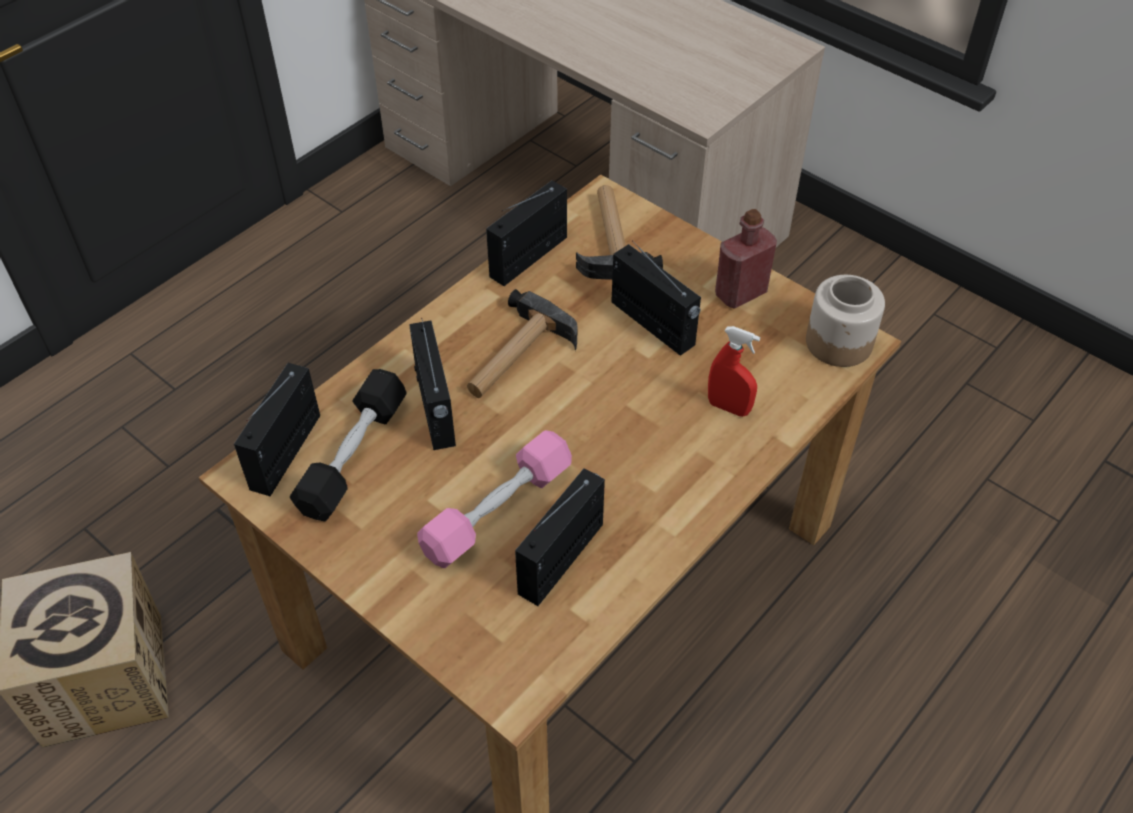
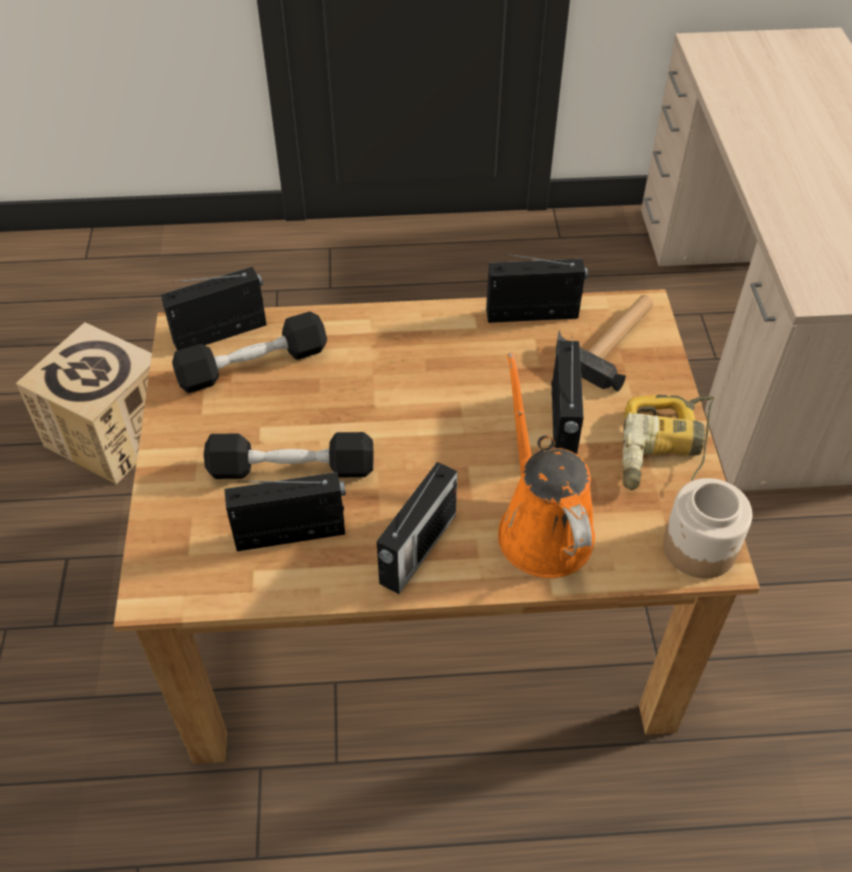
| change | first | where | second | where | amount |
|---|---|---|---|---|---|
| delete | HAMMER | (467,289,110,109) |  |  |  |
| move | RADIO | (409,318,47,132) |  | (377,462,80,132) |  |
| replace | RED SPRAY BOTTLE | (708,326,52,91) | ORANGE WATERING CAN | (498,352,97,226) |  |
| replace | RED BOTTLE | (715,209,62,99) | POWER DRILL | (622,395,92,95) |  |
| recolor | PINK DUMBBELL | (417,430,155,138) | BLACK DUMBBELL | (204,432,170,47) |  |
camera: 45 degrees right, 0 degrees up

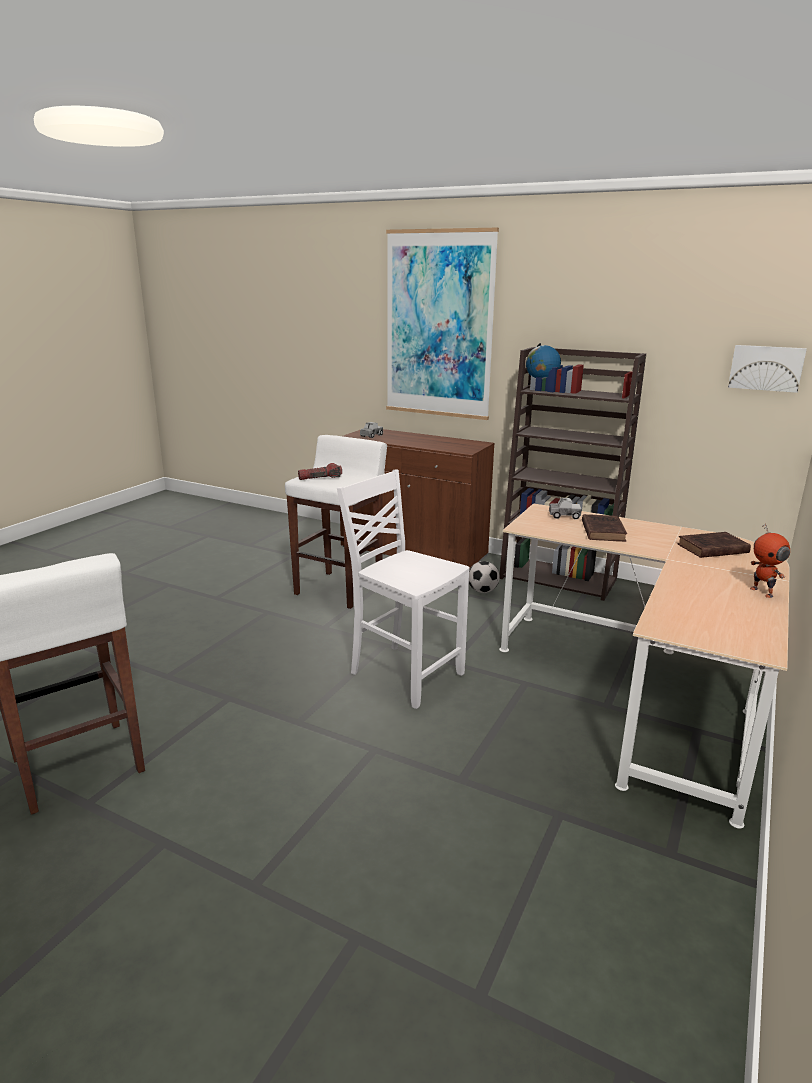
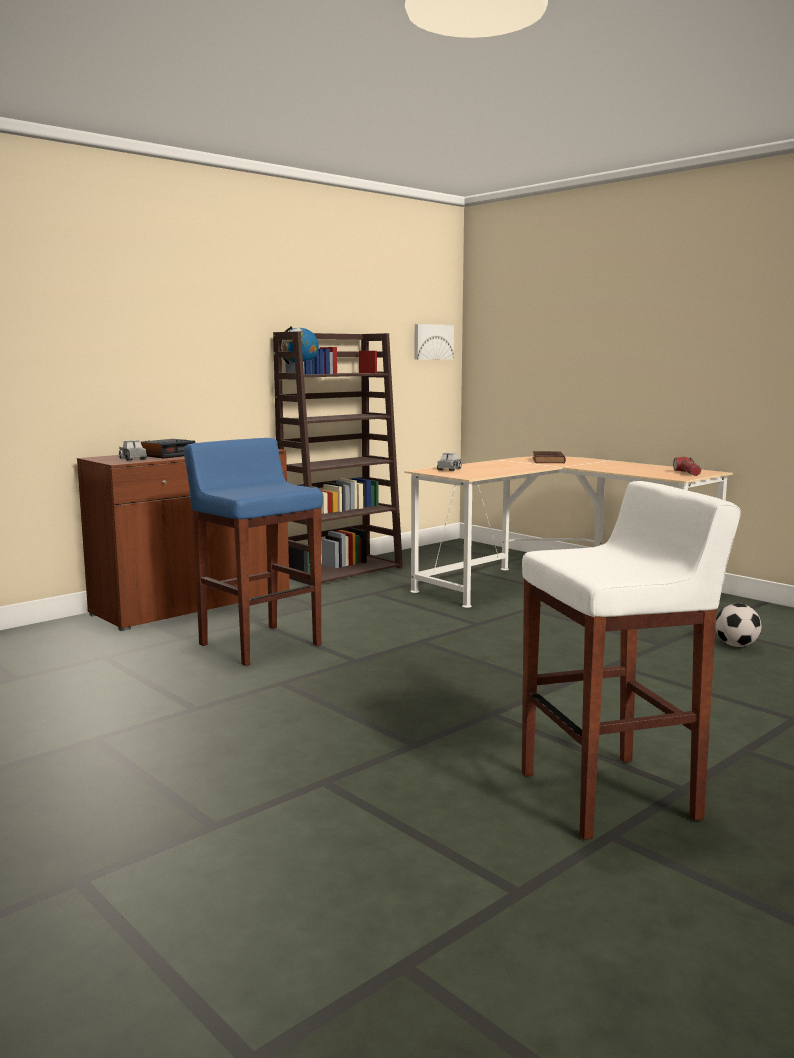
| change | first | where | second | where | amount |
|---|---|---|---|---|---|
| delete | WHITE CHAIR | (337,470,133,239) |  |  |  |
| delete | PICTURE | (386,228,113,192) |  |  |  |
| delete | BROWN BOOK | (582,514,45,28) |  |  |  |
| delete | TOY ROBOT | (750,523,40,75) |  |  |  |
| insert |  |  | ALARM CLOCK | (141,439,55,19) |  |
| move | FLASHLIGHT | (298,463,44,17) |  | (673,457,28,19) |  |
| move | FOOTBALL | (469,561,31,32) |  | (716,603,45,44) |  |
| recolor | WHITE STOOL | (285,435,102,174) | BLUE STOOL | (183,438,140,228) |  |
camera: 70 degrees left, 10 degrees down

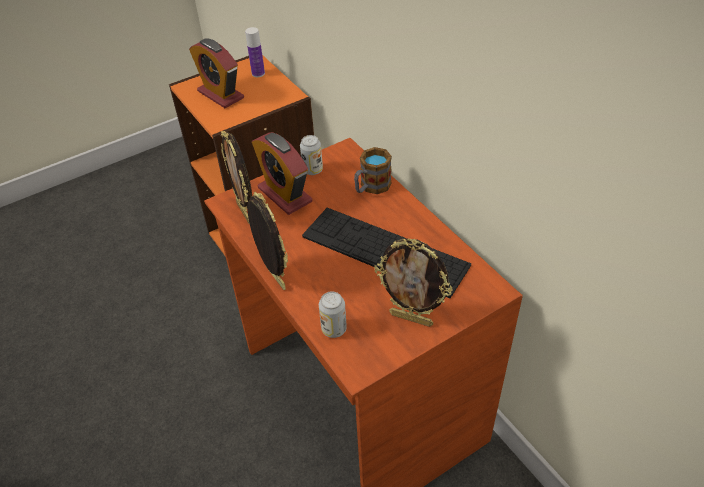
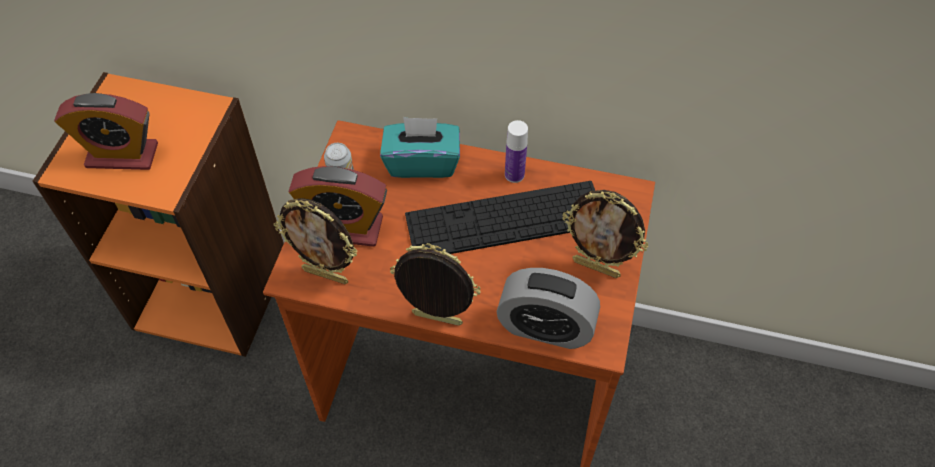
| change | first | where | second | where | amount |
|---|---|---|---|---|---|
| move | BOTTLE | (245,27,20,50) |  | (505,120,23,63) |  |
| replace | CAN | (319,291,28,47) | ALARM CLOCK | (496,268,104,81) |  |
| replace | MUG | (354,147,38,47) | TURQUOISE TISSUE BOX | (380,117,80,61) |  |
| rotate | PICTURE FRAME | (374,238,78,89) |  | (562,190,86,88) | 45 degrees clockwise |
camera: 45 degrees left, 10 degrees up

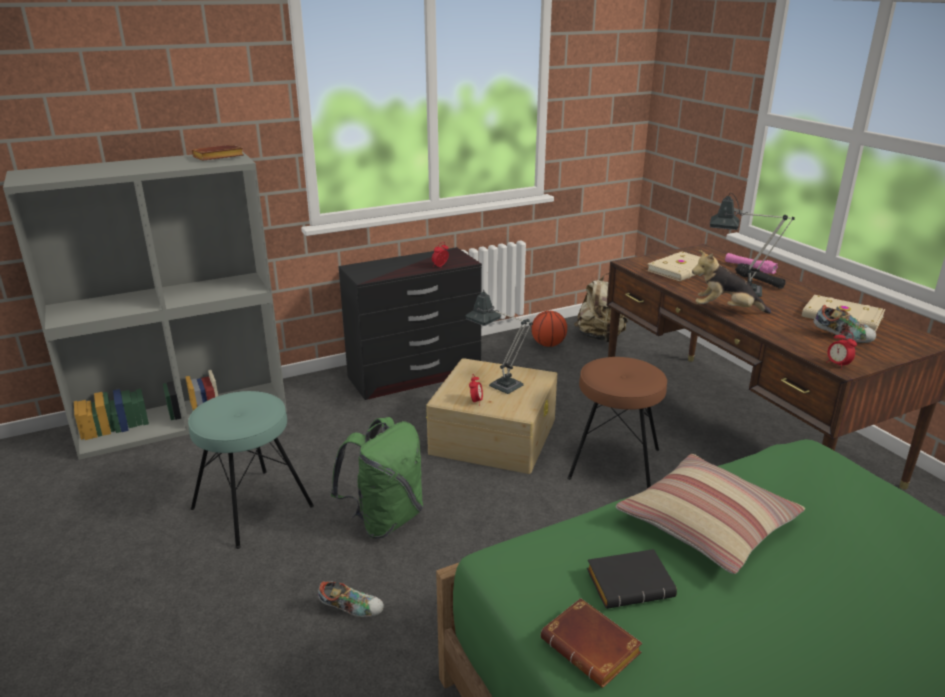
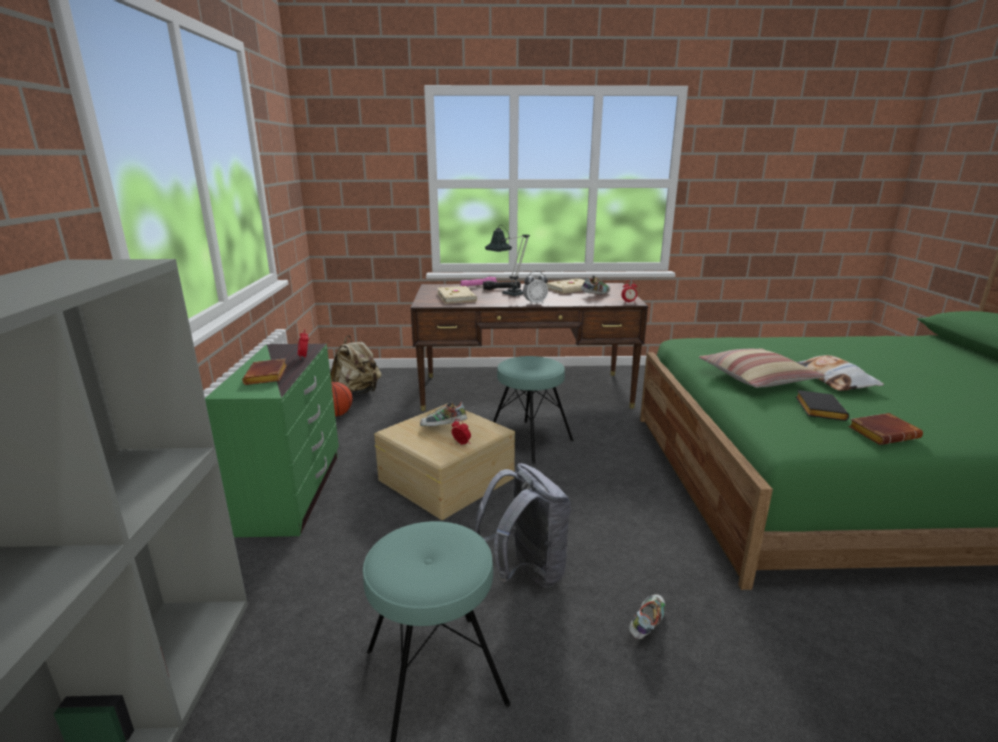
| change | first | where | second | where | amount |
|---|---|---|---|---|---|
| insert |  |  | PILLOW | (797,355,87,36) |  |
| move | BROWN BOOK | (192,145,52,16) |  | (242,358,45,27) |  |
| replace | TABLE LAMP | (465,289,68,105) | SHOE | (420,401,47,25) |  |
| replace | PLUSH TOY | (692,250,79,64) | ALARM CLOCK | (523,271,25,34) |  |
| recolor | GREEN BACKPACK | (330,417,93,122) | GREY BACKPACK | (475,463,96,124) |  |
| recolor | BLACK DRESSER | (338,247,144,153) | GREEN DRESSER | (205,344,134,193) |  |
| recolor | BROWN STOOL | (567,357,100,132) | TURQUOISE STOOL | (493,356,81,108) |  |
camera: 65 degrees left, 5 degrees down

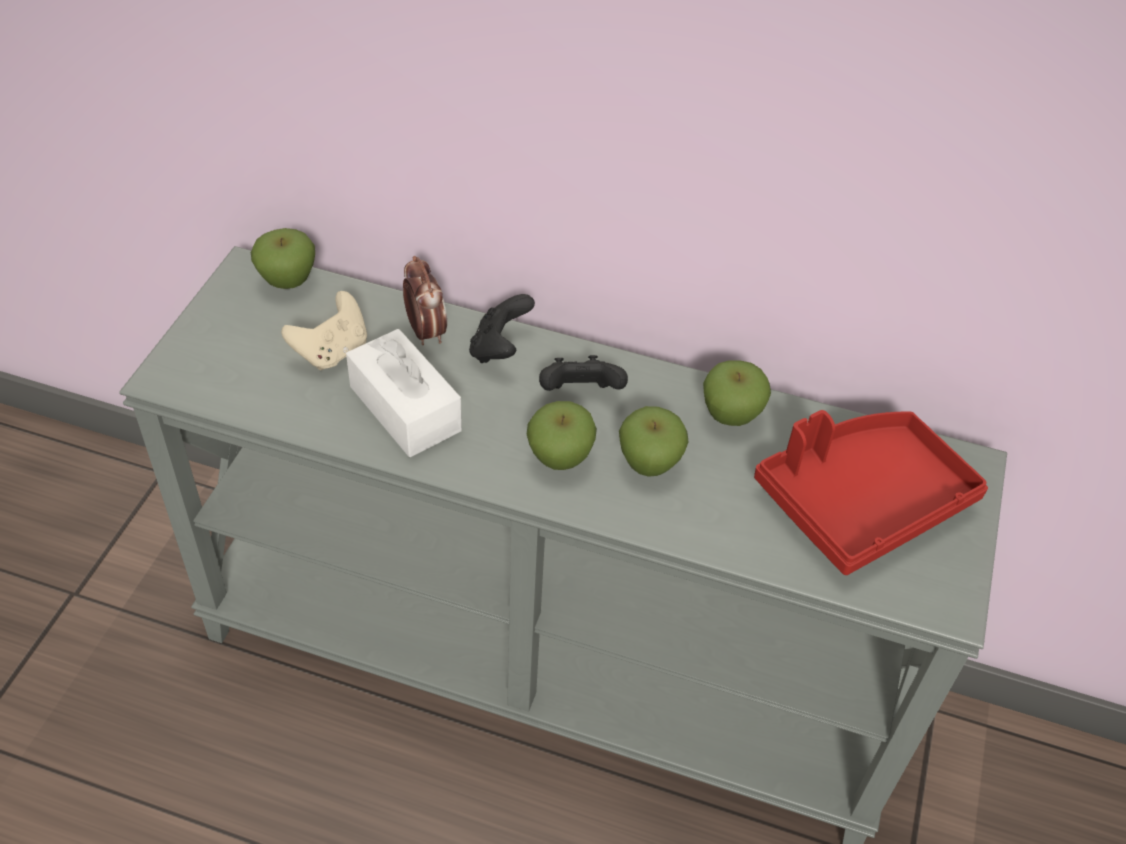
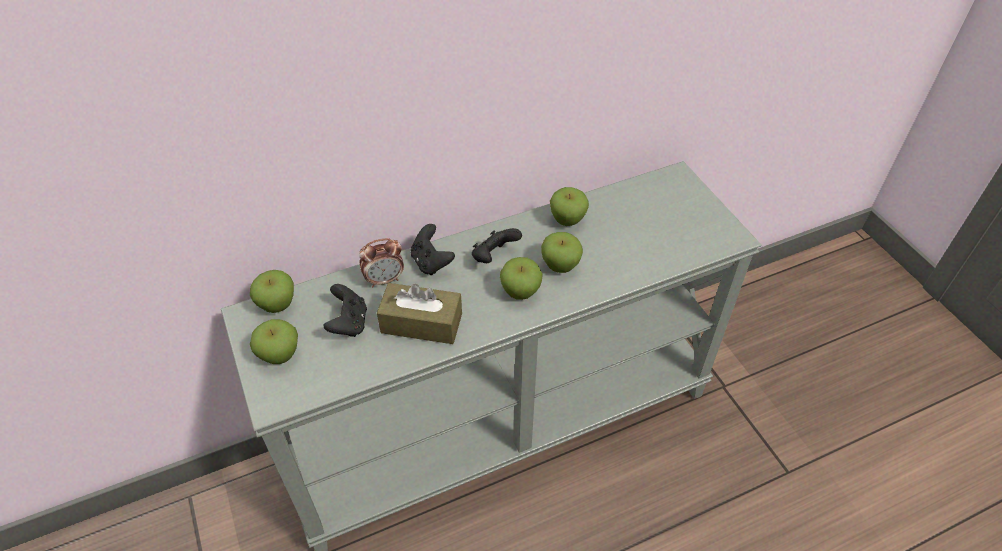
| change | first | where | second | where | amount |
|---|---|---|---|---|---|
| delete | RED TRAY | (754,410,234,165) |  |  |  |
| insert |  |  | APPLE | (250,319,48,45) |  |
| recolor | BEIGE GAME CONTROLLER | (281,291,86,79) | BLACK GAME CONTROLLER | (323,284,44,53) |  |
| recolor | WHITE TISSUE BOX | (346,329,116,128) | BROWN TISSUE BOX | (377,283,85,61) |  |
| rotate | ALARM CLOCK | (403,256,44,89) |  | (359,238,45,49) | 135 degrees clockwise |
camera: 40 degrees left, 0 degrees up

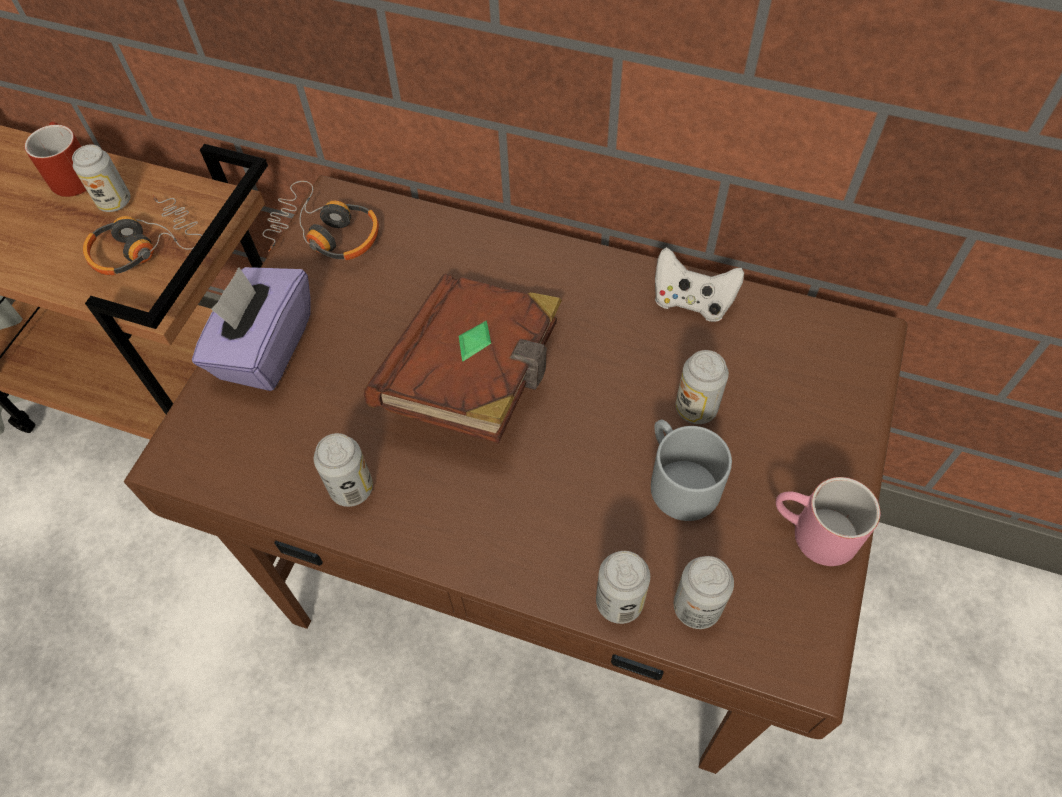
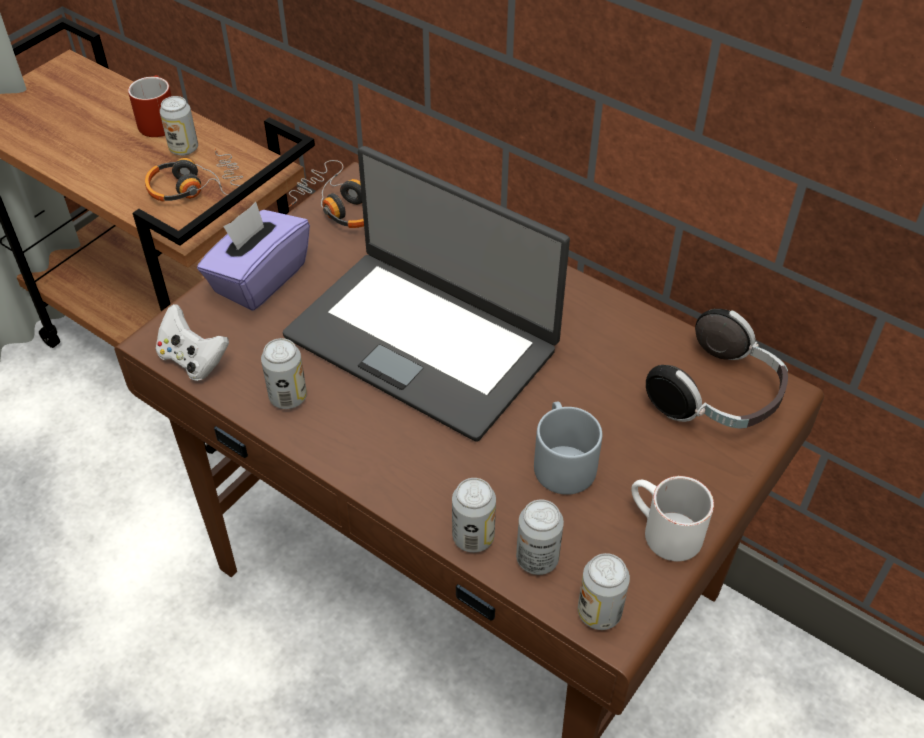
| change | first | where | second | where | amount |
|---|---|---|---|---|---|
| insert |  |  | HEADPHONES | (646,309,142,120) |  |
| move | WHITE GAME CONTROLLER | (655,247,89,75) |  | (156,304,73,77) |  |
| move | CAN | (676,350,53,74) |  | (578,553,52,77) |  |
| replace | BROWN BOOK | (364,273,198,171) | LAPTOP | (283,146,287,296) |  |
| recolor | PINK MUG | (776,477,104,89) | WHITE MUG | (631,476,83,85) |  |
camera: 15 degrees right, 10 degrees down

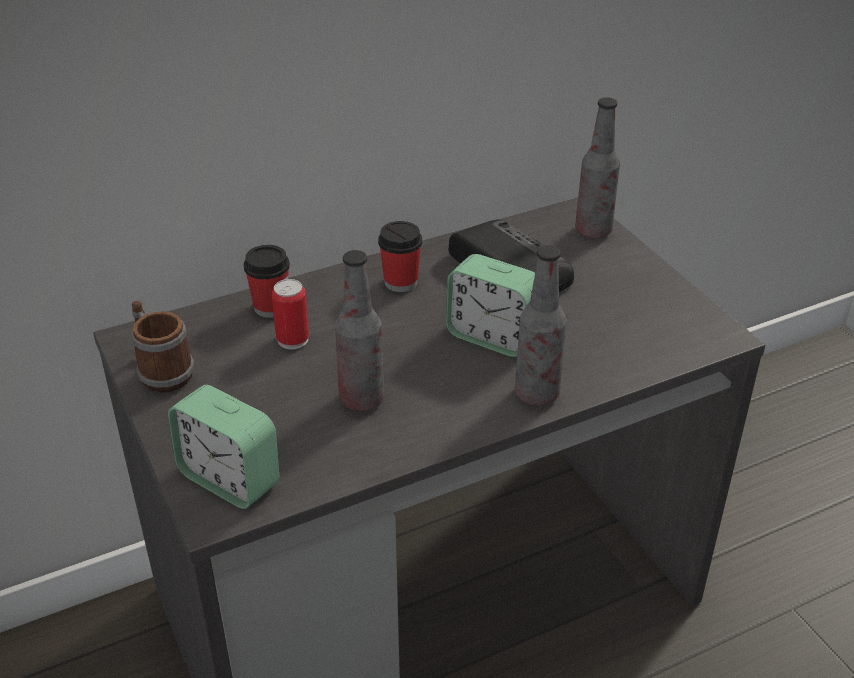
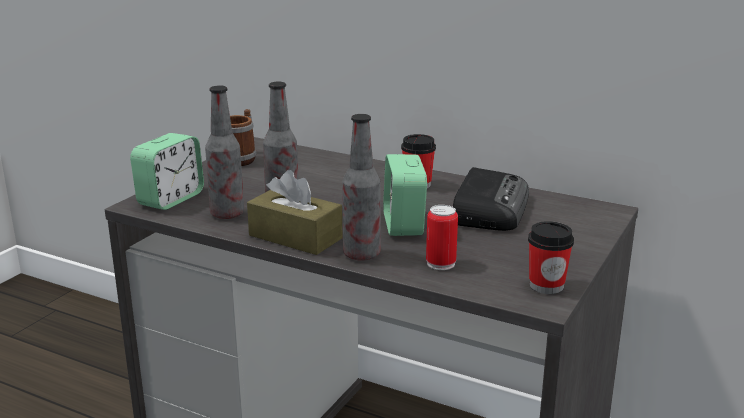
| change | first | where | second | where | amount |
|---|---|---|---|---|---|
| insert |  |  | BROWN TISSUE BOX | (247,170,95,85) |  |
| move | CUP | (244,245,46,73) |  | (528,221,46,73) |  |
| move | CAN | (272,279,37,70) |  | (426,205,32,65) |  |
| move | BOTTLE | (575,97,45,141) |  | (205,85,39,134) |  |
| rotate | ALARM CLOCK | (168,385,111,124) |  | (130,133,74,77) | 150 degrees counterclockwise |
camera: 55 degrees right, 15 degrees down

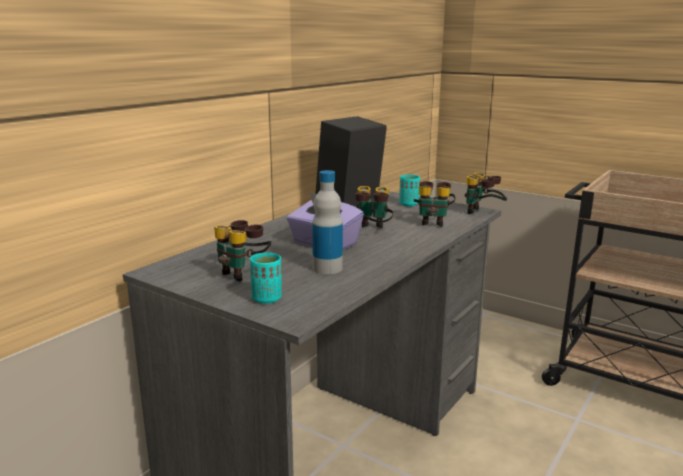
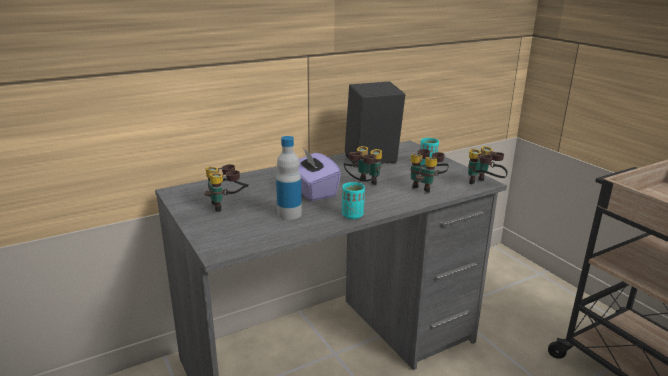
| change | first | where | second | where | amount |
|---|---|---|---|---|---|
| move | TURQUOISE CUP | (250,253,32,51) |  | (342,182,23,37) |  |
camera: 25 degrees right, 5 degrees up

